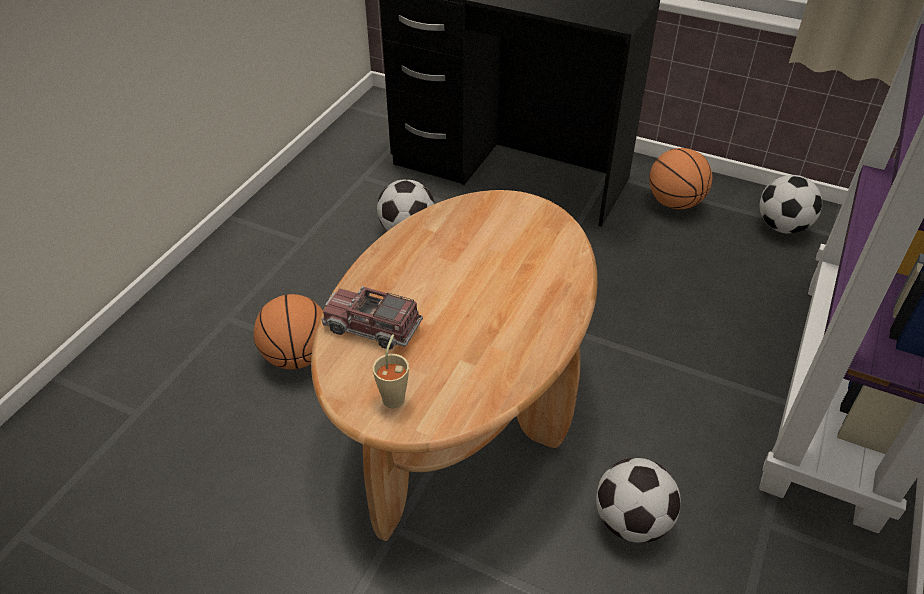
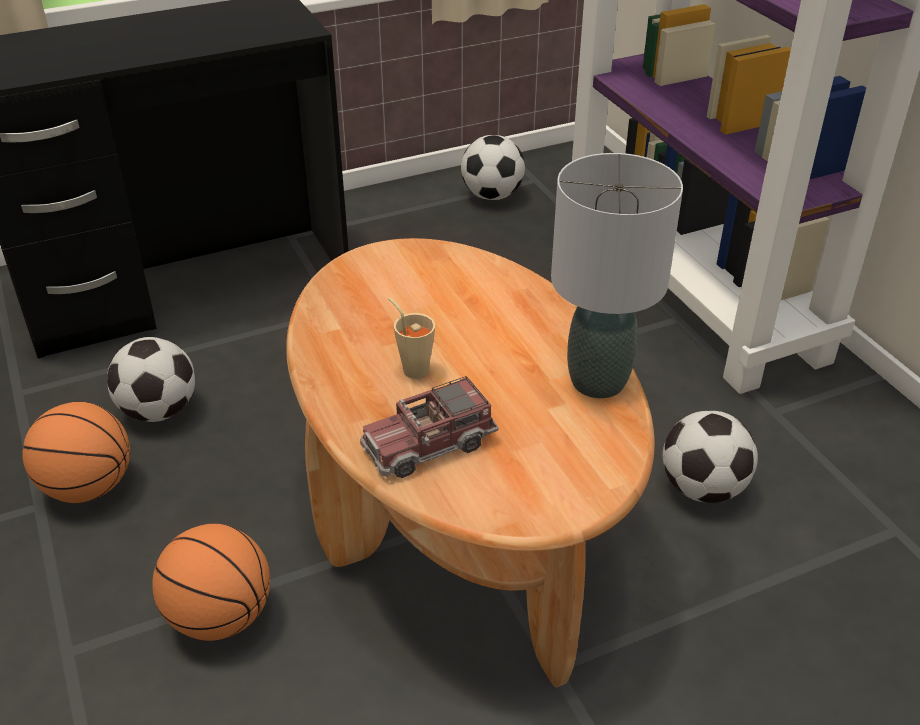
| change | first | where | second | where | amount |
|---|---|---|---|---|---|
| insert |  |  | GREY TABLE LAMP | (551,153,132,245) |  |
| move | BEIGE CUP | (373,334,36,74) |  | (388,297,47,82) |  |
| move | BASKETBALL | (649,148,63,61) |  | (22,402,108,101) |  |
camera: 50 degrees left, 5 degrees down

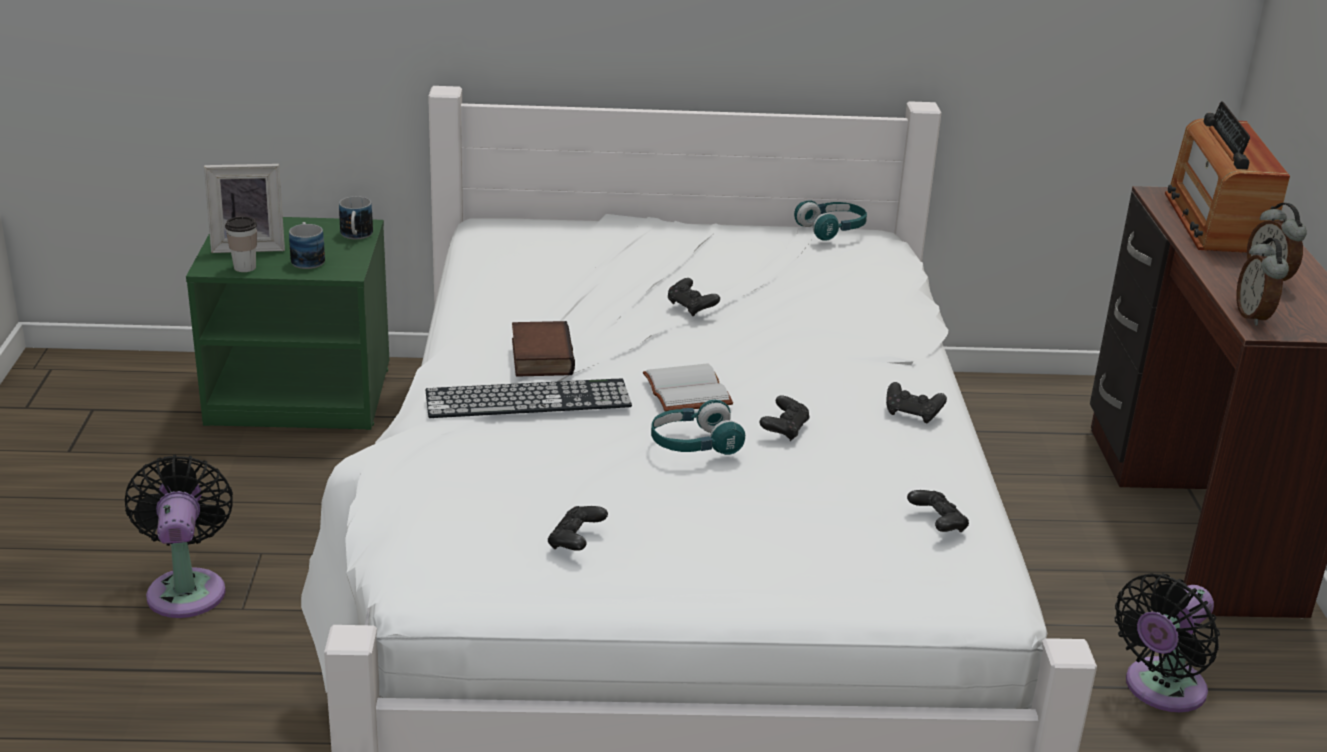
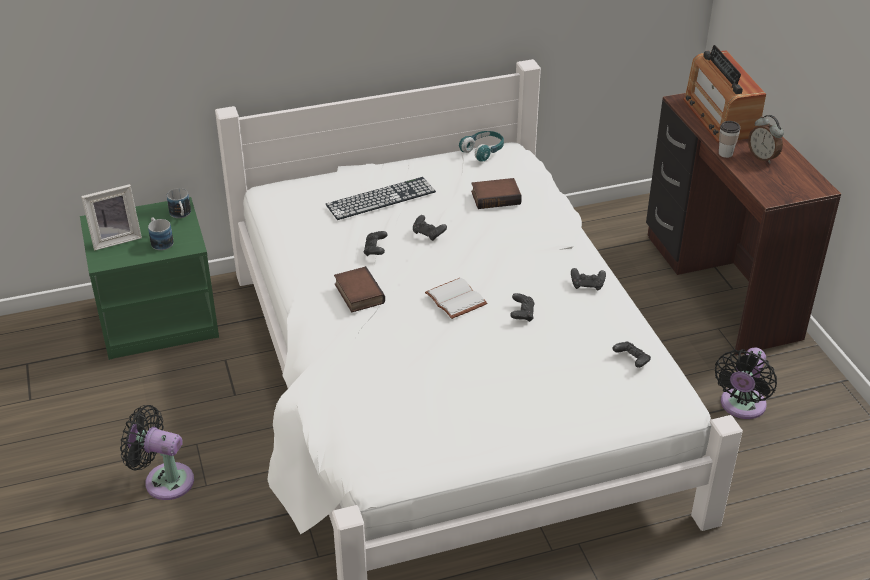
| change | first | where | second | where | amount |
|---|---|---|---|---|---|
| delete | TURQUOISE HEADPHONES | (651,400,94,55) |  |  |  |
| delete | ALARM CLOCK | (1236,238,53,88) |  |  |  |
| insert |  |  | BOOK | (471,178,51,31) |  |
| move | CUP | (225,216,32,56) |  | (719,121,21,37) |  |
| move | KEYBOARD | (426,379,206,39) |  | (326,177,110,43) |  |
| move | BLACK GAME CONTROLLER | (548,506,60,45) |  | (364,231,24,25) |  |
| rotate | BLACK FAN | (125,455,108,163) |  | (120,405,74,95) | 45 degrees counterclockwise |
camera: 15 degrees left, 10 degrees up

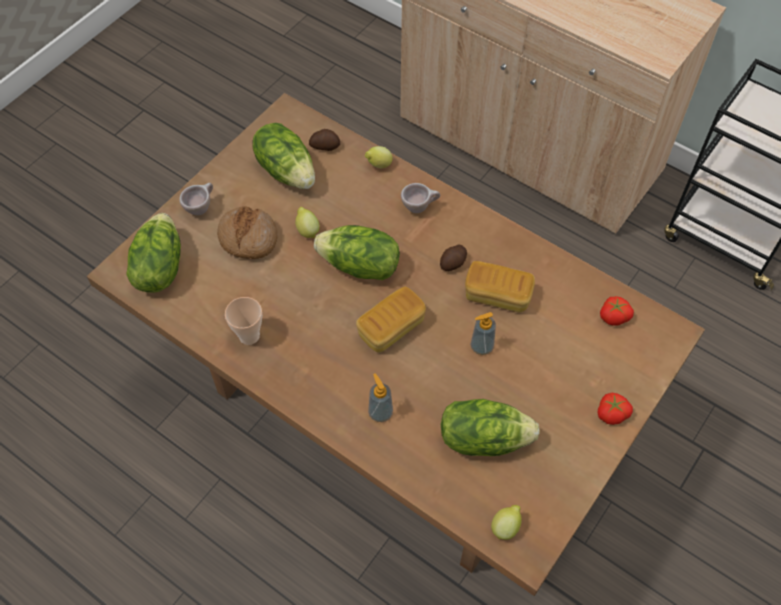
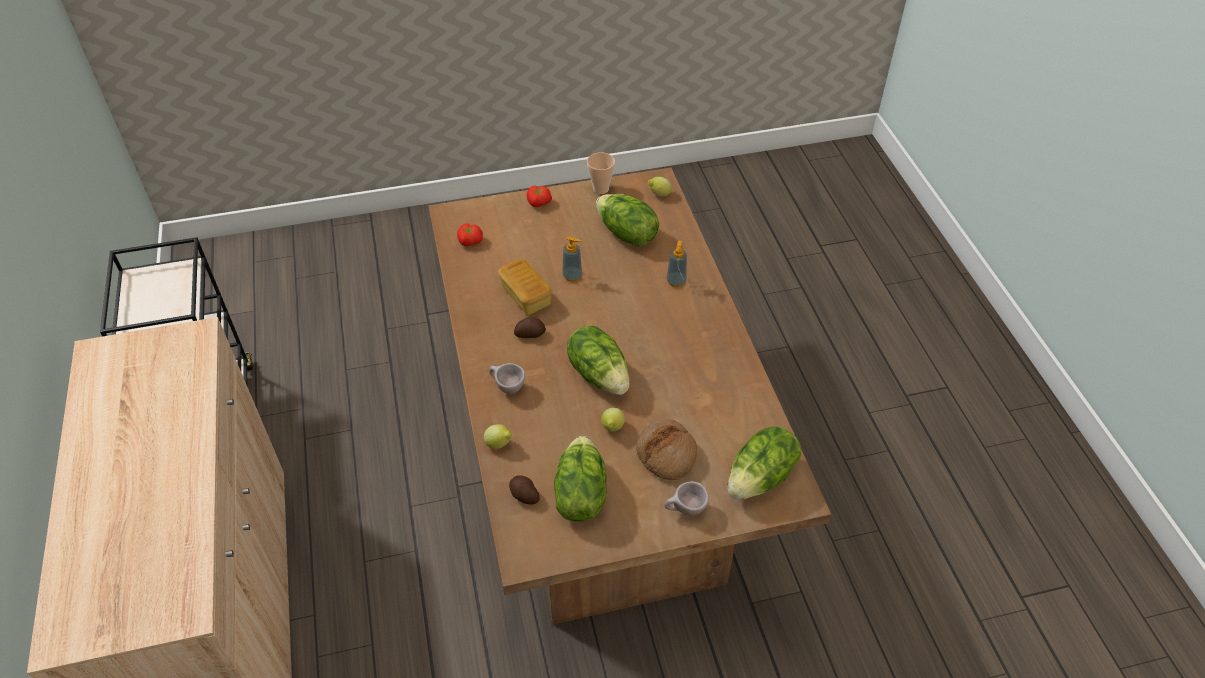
| change | first | where | second | where | amount |
|---|---|---|---|---|---|
| delete | BREAD | (356,287,70,66) |  |  |  |
| move | CUP | (225,297,37,48) |  | (587,152,28,42) |  |
camera: 140 degrees left, 10 degrees down

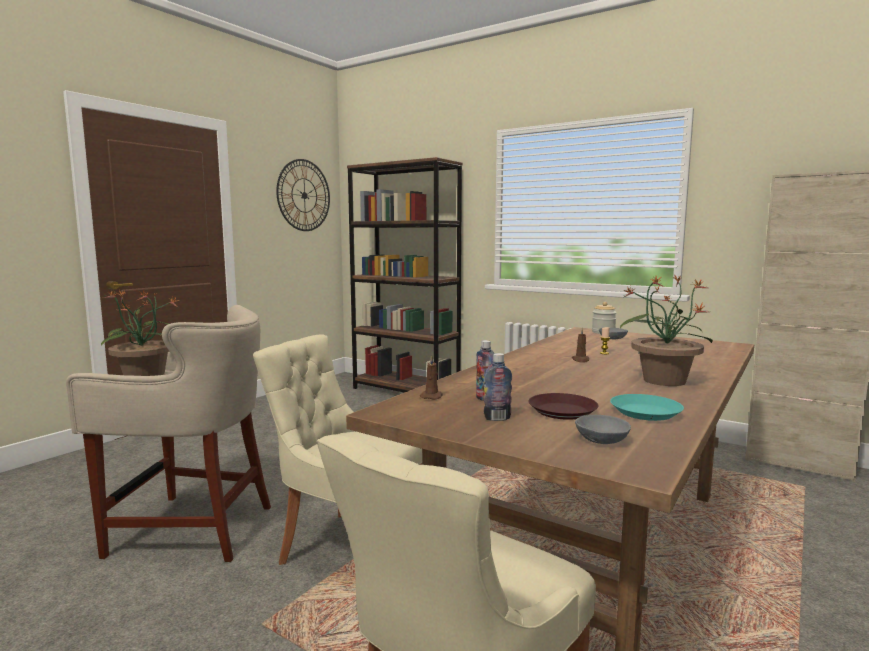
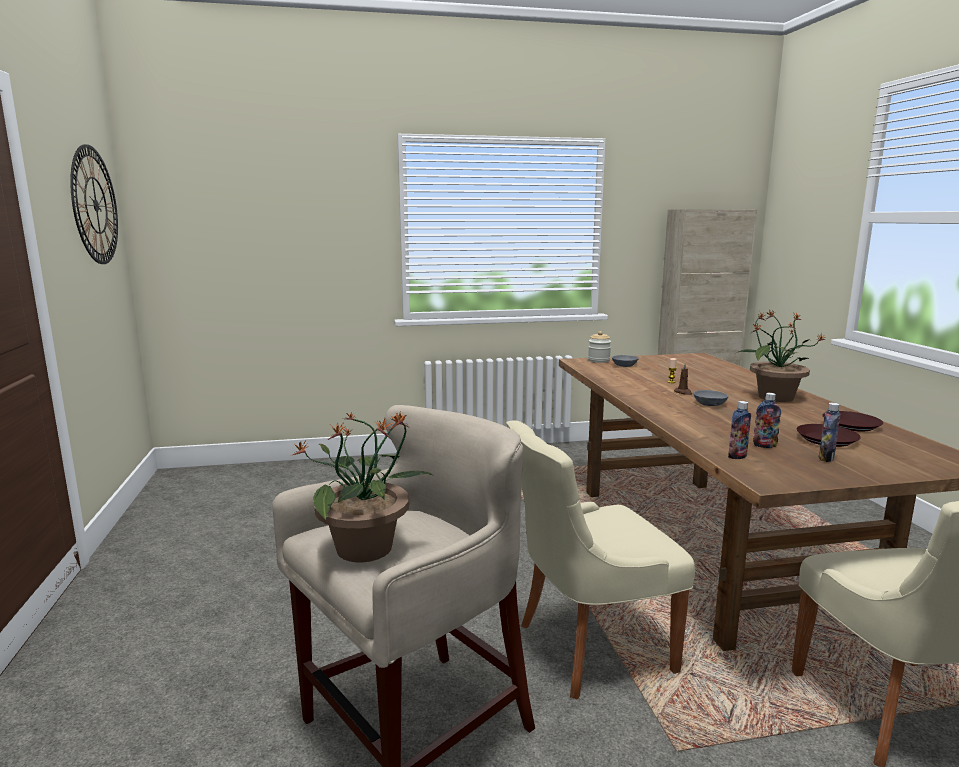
| change | first | where | second | where | amount |
|---|---|---|---|---|---|
| delete | BROWN BOOKCASE | (347,157,116,236) |  |  |  |
| move | GREY BOWL | (575,415,56,29) |  | (694,390,34,16) |  |
| replace | BROWN CANDLE | (420,355,23,45) | BOTTLE | (728,401,23,58) |  |
| recolor | TURQUOISE PLATE | (610,394,74,27) | BROWN PLATE | (822,411,61,21) |  |
camera: 45 degrees left, 5 degrees up

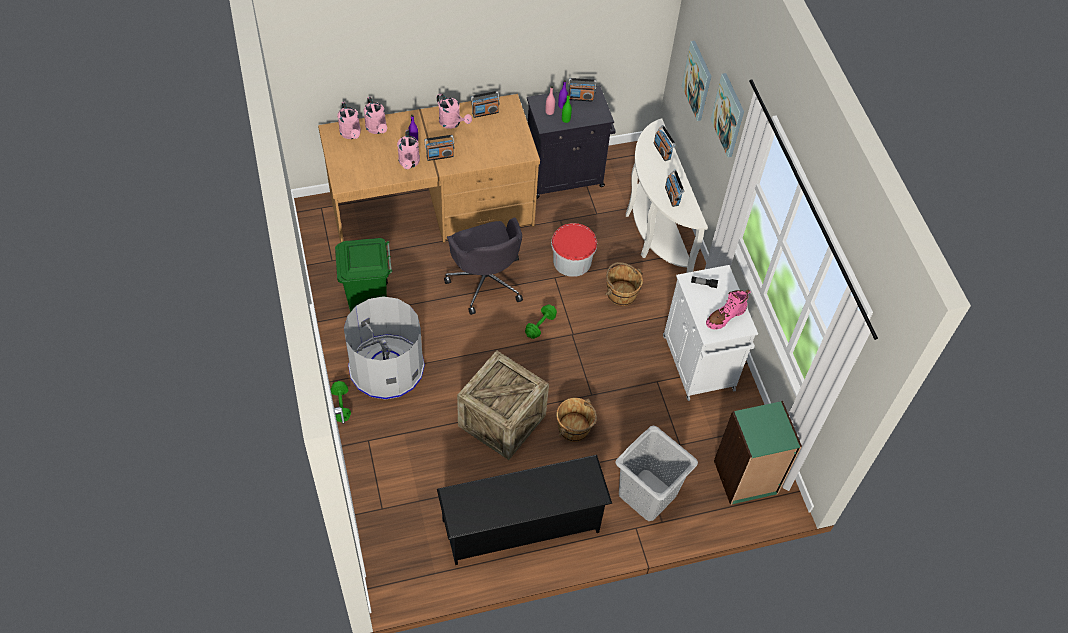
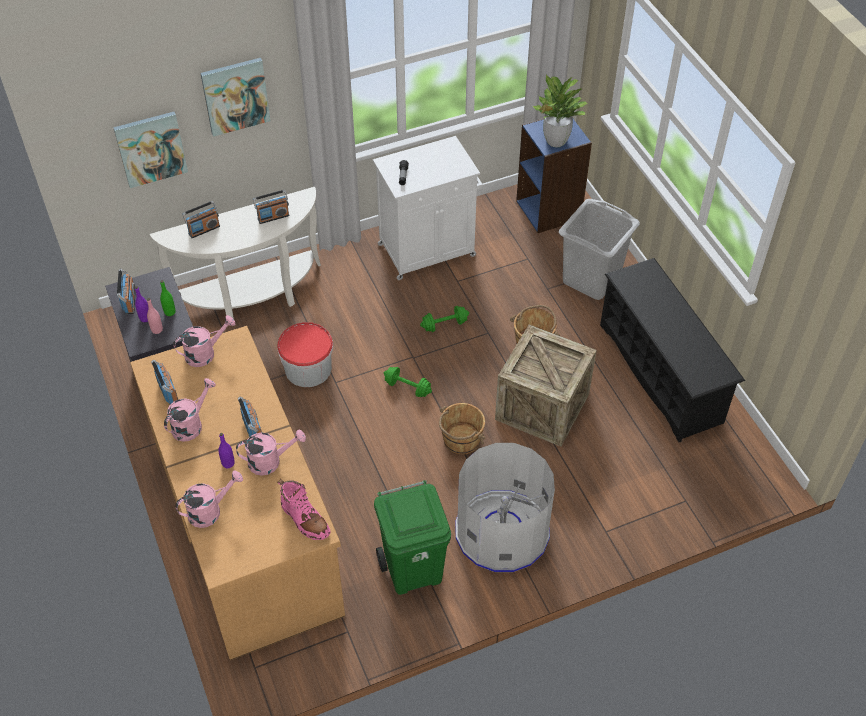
| change | first | where | second | where | amount |
|---|---|---|---|---|---|
| delete | GREY OFFICE CHAIR | (444,218,79,97) |  |  |  |
| insert |  |  | POTTED PLANT | (533,74,55,73) |  |
| move | GREEN DUMBBELL | (331,381,20,41) |  | (420,306,49,26) |  |
| move | PINK WATERING CAN | (337,102,24,37) |  | (173,315,62,52) |  |
| move | BROWN BUCKET | (605,262,38,44) |  | (439,403,46,52) |  |
| move | PINK BOOT | (706,290,45,39) |  | (278,479,53,61) |  |
| recolor | GREEN BOOKCASE | (714,401,88,104) | BLUE BOOKCASE | (516,118,76,115) |  |
camera: 95 degrees left, 5 degrees down

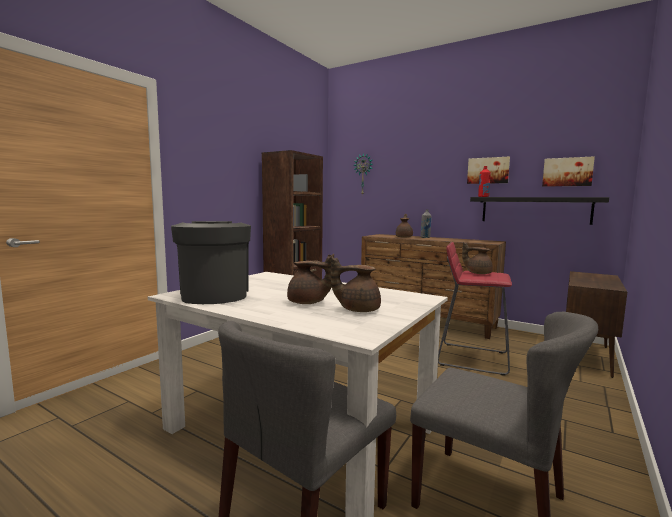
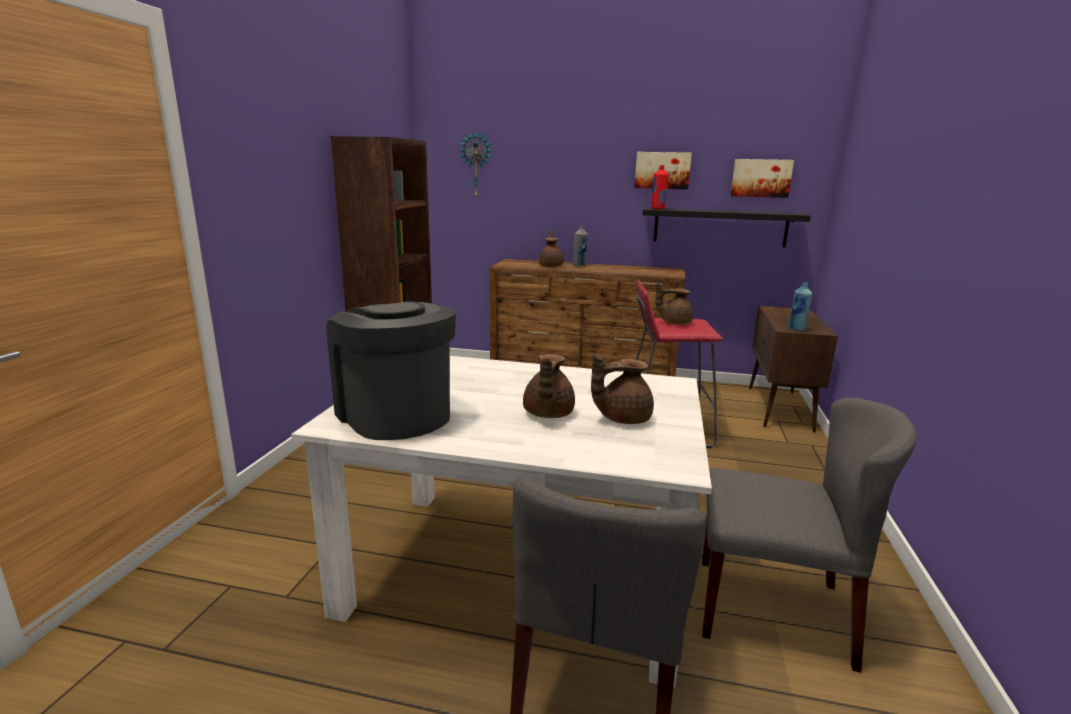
| change | first | where | second | where | amount |
|---|---|---|---|---|---|
| insert |  |  | BLUE BOTTLE | (788,282,24,49) |  |
| rotate | BROWN TEAPOT | (287,254,47,50) |  | (523,354,52,64) | 105 degrees clockwise |
camera: 20 degrees left, 10 degrees up

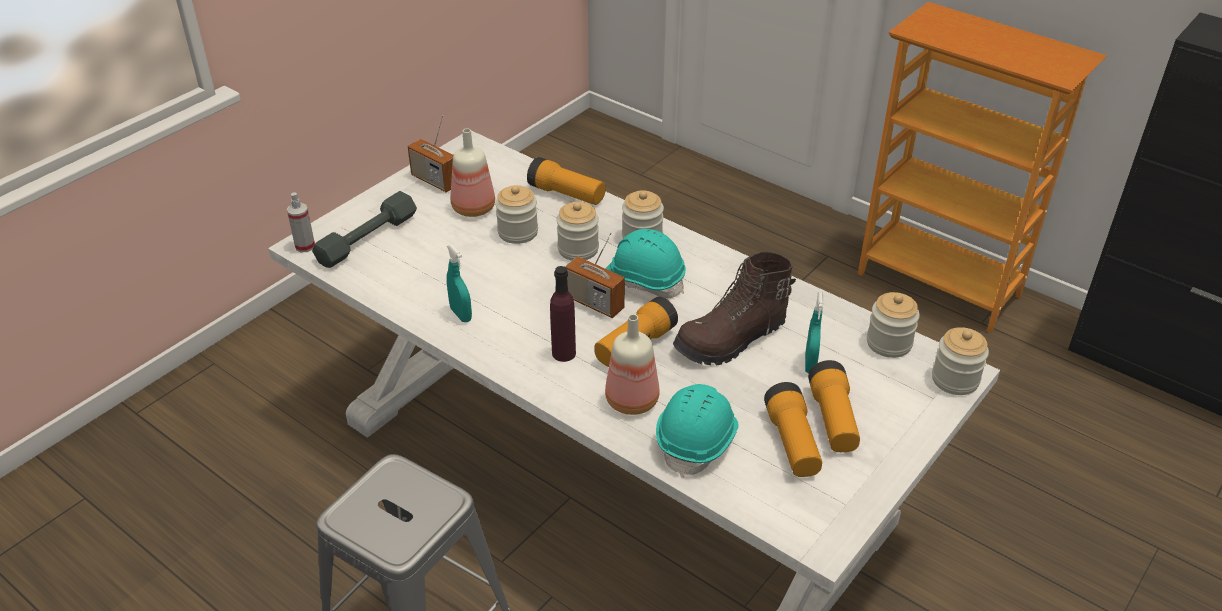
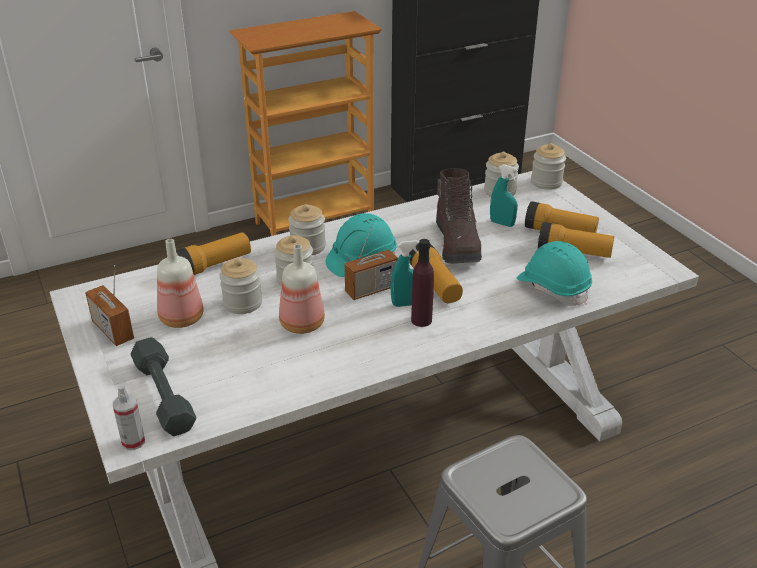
| change | first | where | second | where | amount |
|---|---|---|---|---|---|
| move | TURQUOISE SPRAY BOTTLE | (447,244,25,78) |  | (390,240,30,67) |  |
| move | BOTTLE | (605,314,54,101) |  | (279,244,46,90) |  |
| rotate | RADIO | (408,115,45,77) |  | (85,265,49,81) | 75 degrees clockwise |
camera: 65 degrees left, 5 degrees down

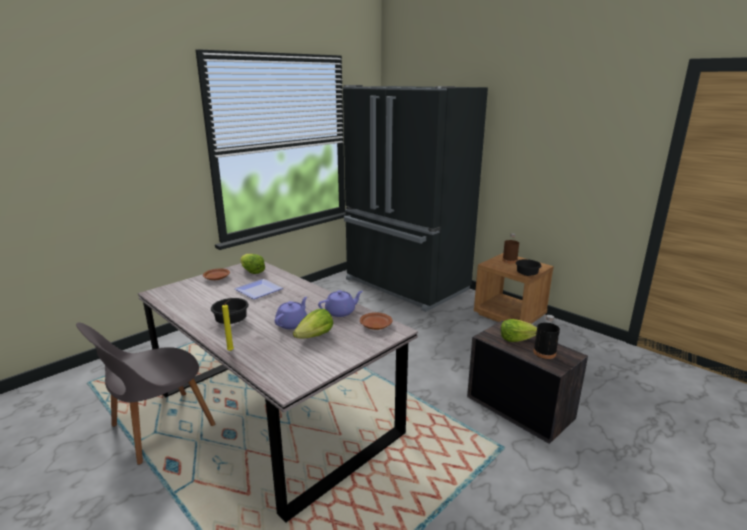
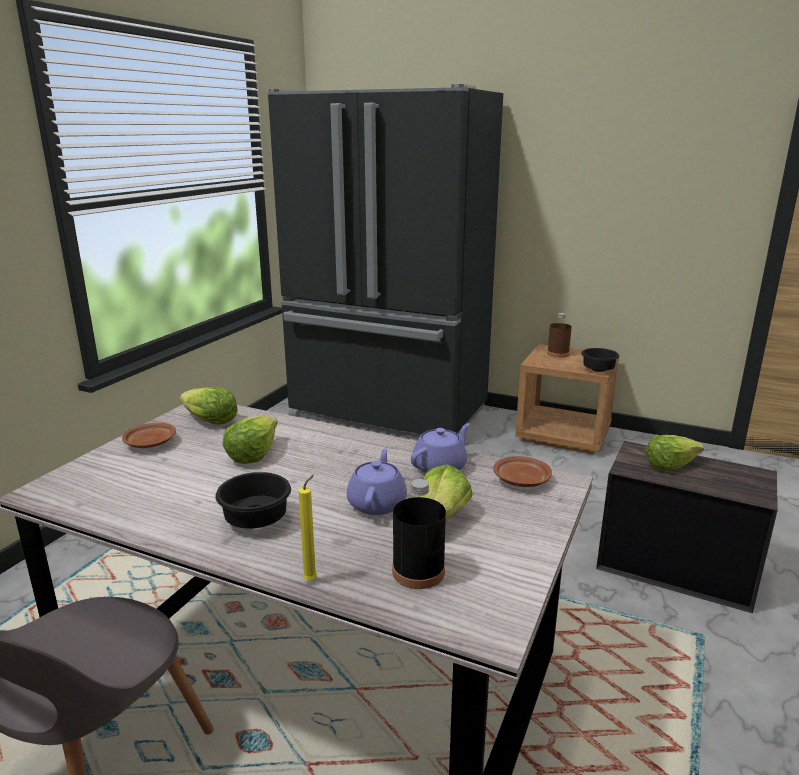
| change | first | where | second | where | amount |
|---|---|---|---|---|---|
| move | BLACK BOTTLE | (533,315,27,44) |  | (392,479,54,110) |  |
| replace | PLATE | (235,279,48,20) | LETTUCE | (223,416,55,48) |  |
camera: 20 degrees left, 0 degrees up

